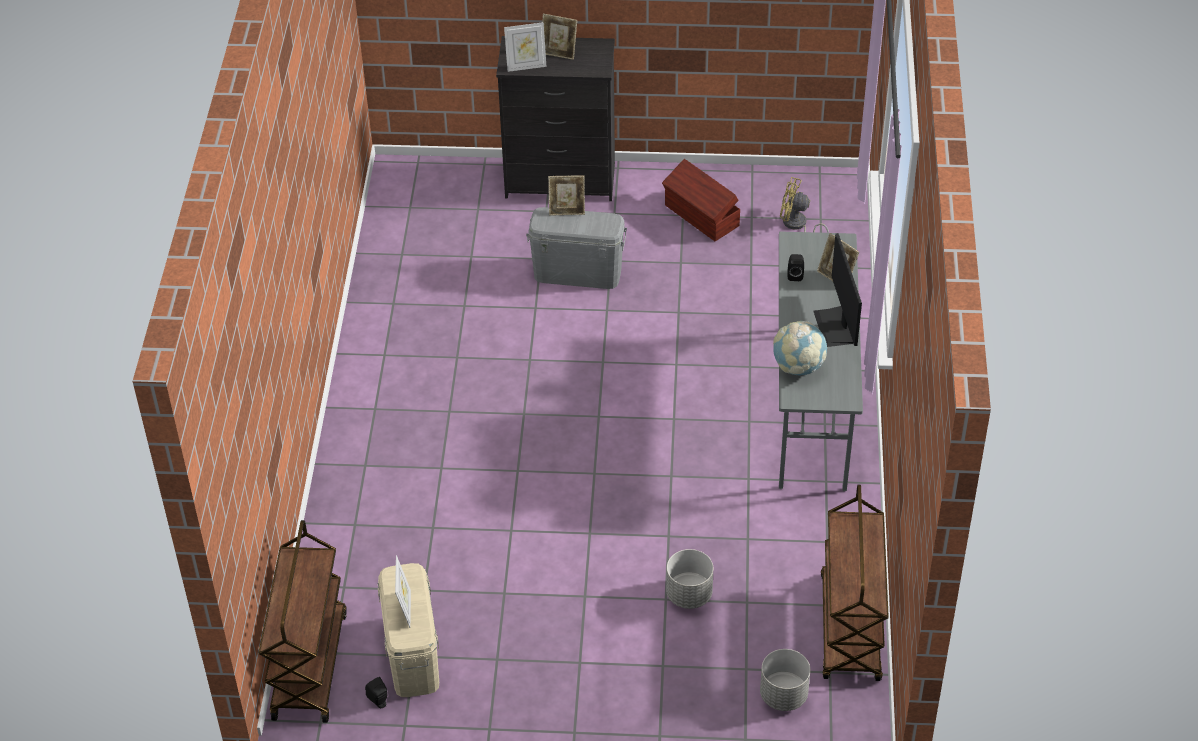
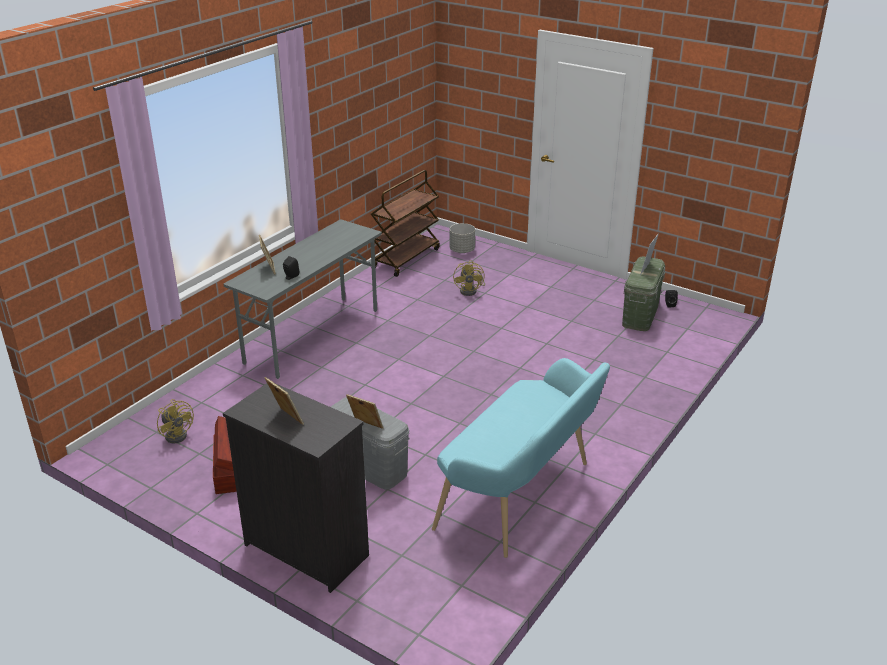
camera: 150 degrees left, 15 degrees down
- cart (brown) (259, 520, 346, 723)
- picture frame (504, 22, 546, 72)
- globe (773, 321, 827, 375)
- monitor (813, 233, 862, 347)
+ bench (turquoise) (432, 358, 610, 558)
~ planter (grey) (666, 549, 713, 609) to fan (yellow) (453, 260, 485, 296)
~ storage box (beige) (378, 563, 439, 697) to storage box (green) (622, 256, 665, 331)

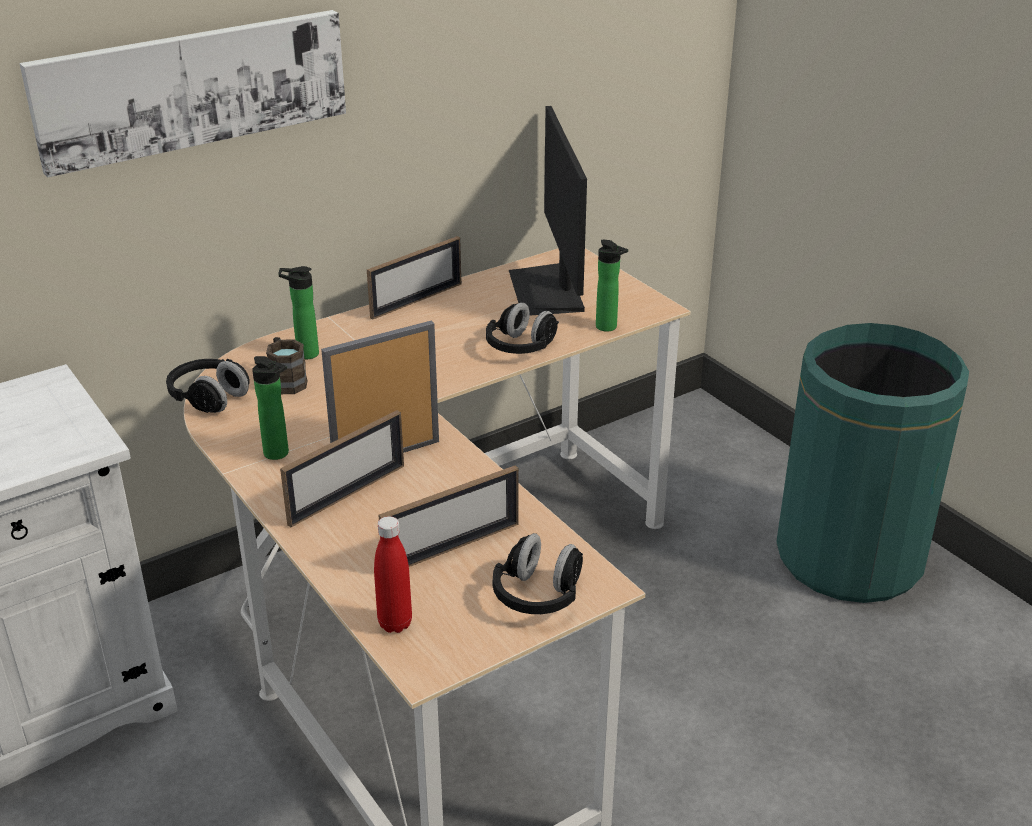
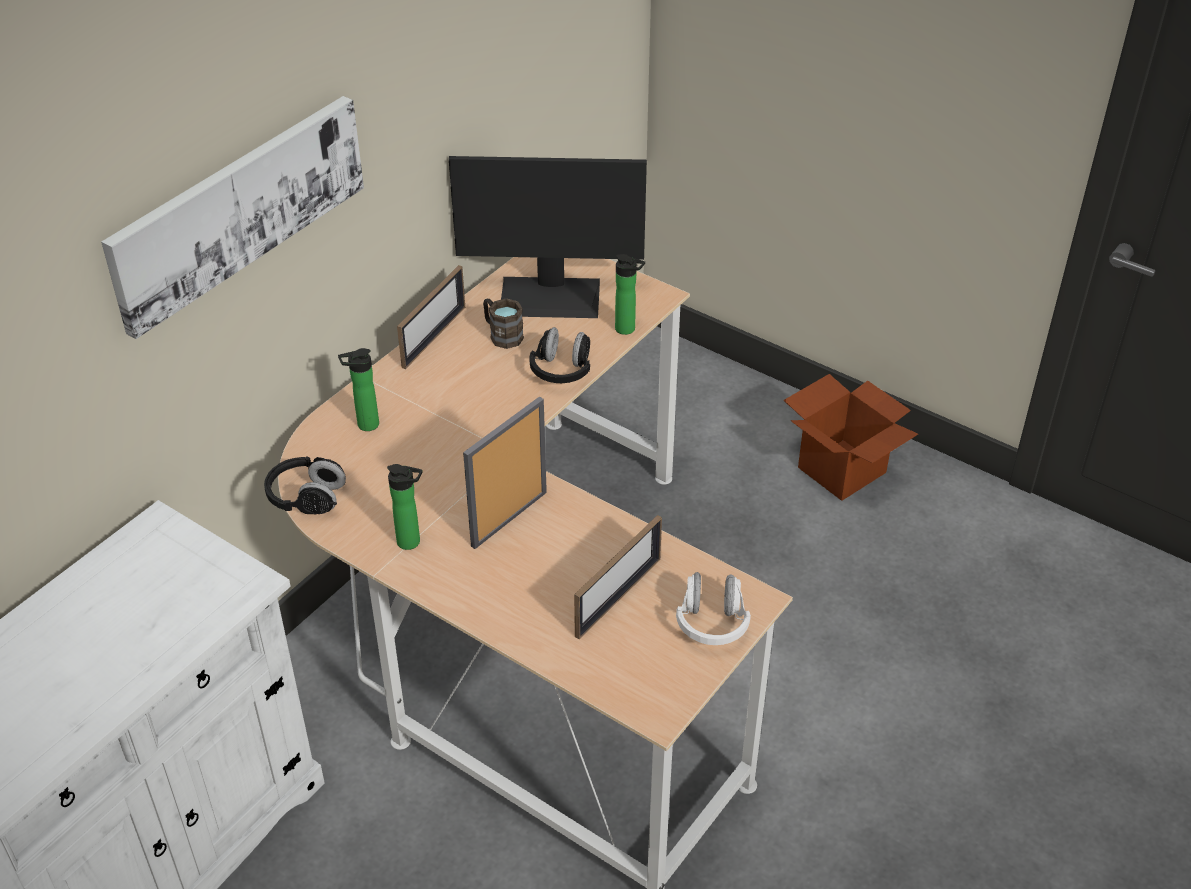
camera: 20 degrees left, 10 degrees up
- picture frame (280, 410, 404, 527)
- bottle (red) (374, 516, 412, 633)
~ mug (brown) (266, 337, 308, 394) to (483, 298, 524, 349)
~ trash can (green) (776, 323, 969, 603) to cardboard box (783, 374, 918, 501)
~ headphones (black) (493, 533, 583, 614) to headphones (white) (676, 572, 751, 645)
~ monitor (509, 106, 587, 315) = (449, 156, 647, 318) 60 degrees counterclockwise

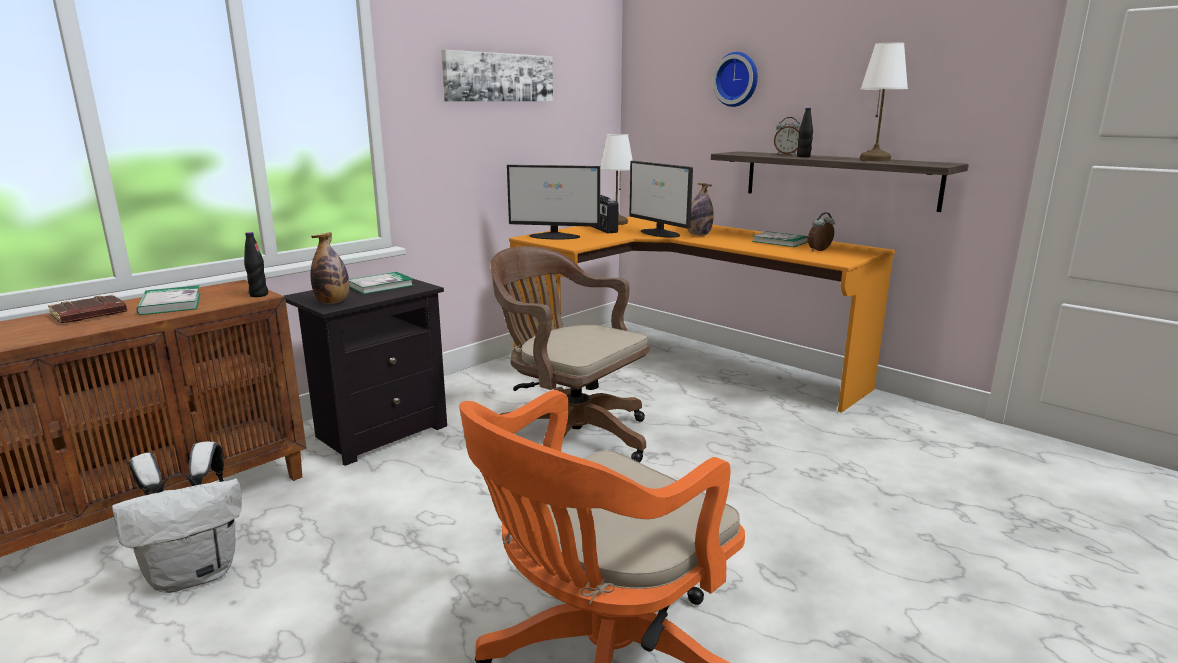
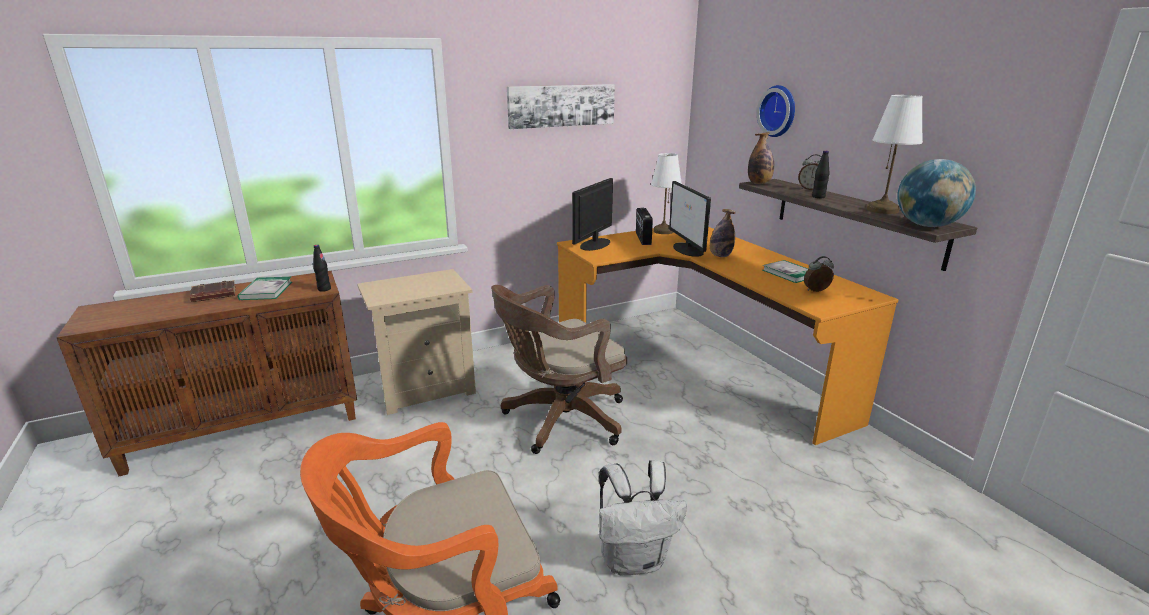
camera: 20 degrees right, 5 degrees up
- book (349, 272, 414, 294)
+ globe (897, 159, 976, 227)
~ backpack (white) (112, 442, 242, 593) to (599, 460, 687, 576)
~ bottle (310, 232, 349, 304) to (748, 132, 774, 184)
~ nightstand (black) (284, 279, 447, 466) to nightstand (beige) (357, 269, 476, 415)
~ office chair (brown) (491, 246, 650, 463) = (491, 285, 627, 454) 90 degrees counterclockwise
~ monitor (507, 165, 600, 240) = (572, 178, 613, 251) 90 degrees clockwise

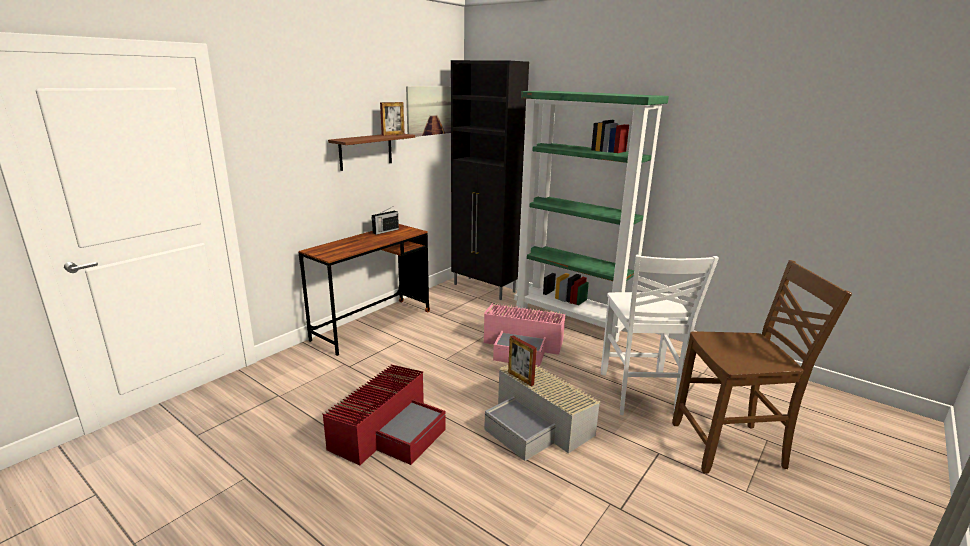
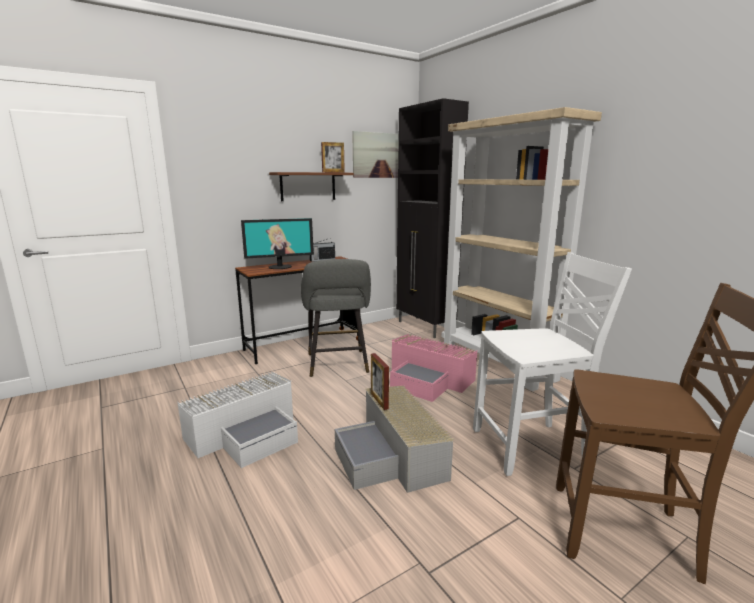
camera: 20 degrees right, 5 degrees down
+ monitor (241, 218, 314, 269)
+ stool (grey) (301, 259, 371, 377)
~ storage box (red) (322, 364, 446, 465) to storage box (white) (177, 371, 298, 468)
~ bookcase (green) (514, 91, 669, 343) to bookcase (beige) (442, 107, 602, 391)
~ chair (white) (601, 255, 719, 415) = (473, 252, 632, 476) 120 degrees counterclockwise

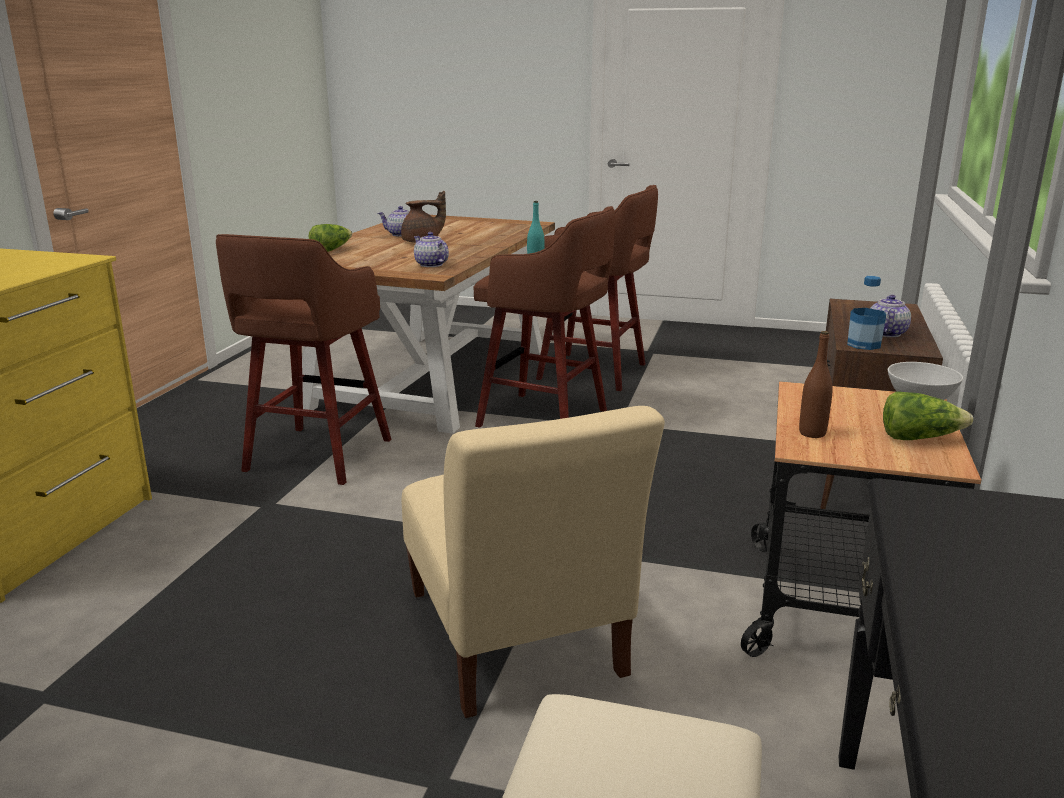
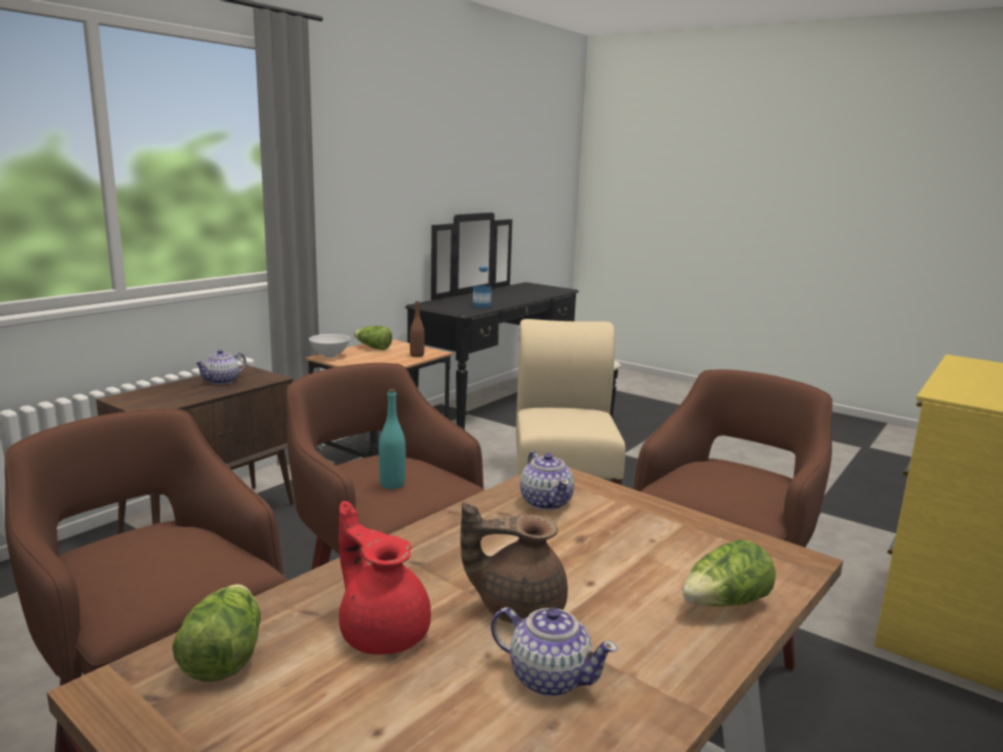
camera: 160 degrees left, 5 degrees down
+ lettuce (172, 584, 261, 682)
+ teapot (red) (339, 501, 431, 655)
~ bottle (847, 276, 886, 350) to (473, 267, 492, 308)

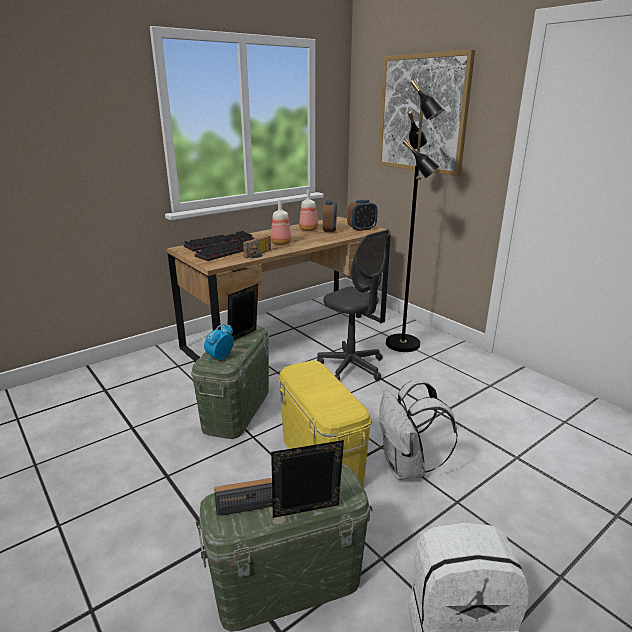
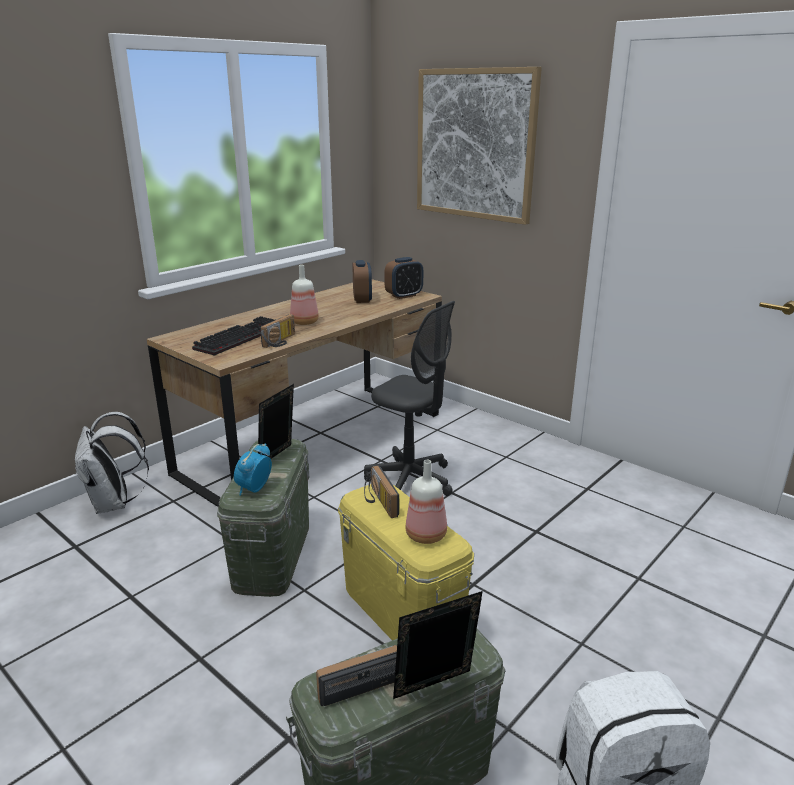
camera: 10 degrees left, 0 degrees up
- keyboard (184, 231, 254, 251)
- floor lamp (black) (386, 80, 445, 352)
+ radio (364, 465, 399, 518)
~ bottle (299, 190, 318, 231) to (406, 460, 447, 544)
~ backpack (white) (379, 379, 458, 480) to (75, 412, 149, 514)

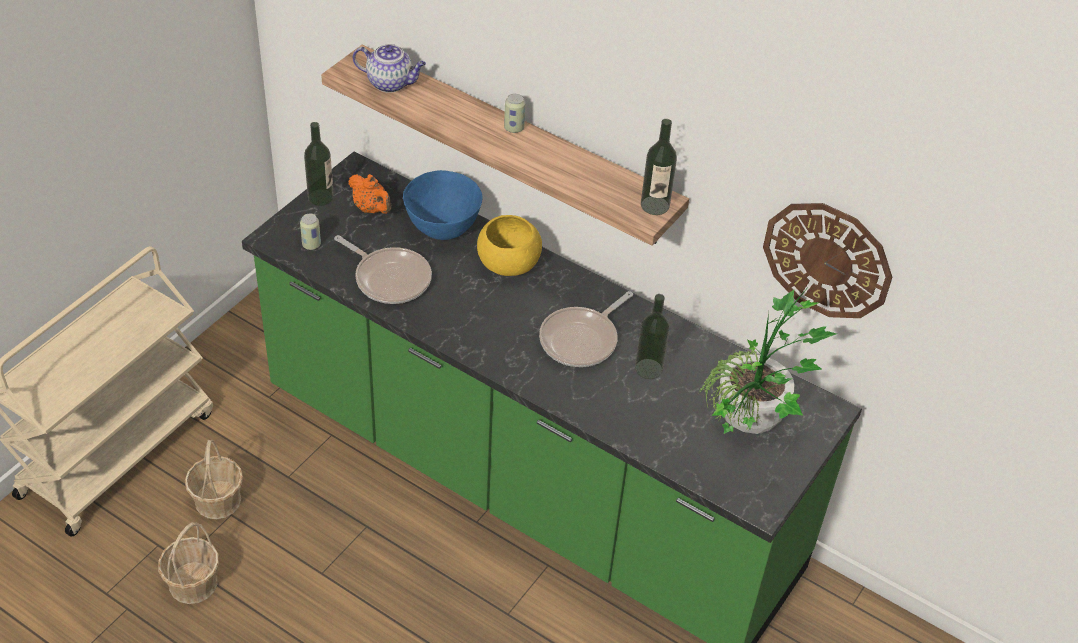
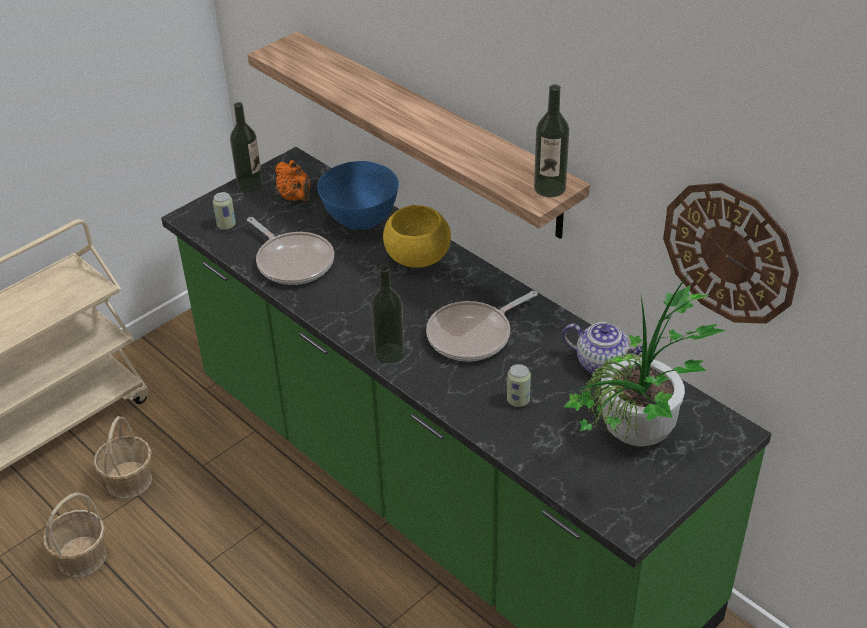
camera: 15 degrees right, 5 degrees down
~ teapot (353, 44, 426, 93) to (562, 322, 642, 375)
~ can (504, 94, 525, 133) to (507, 364, 531, 407)
~ bottle (635, 294, 670, 379) to (371, 265, 405, 363)

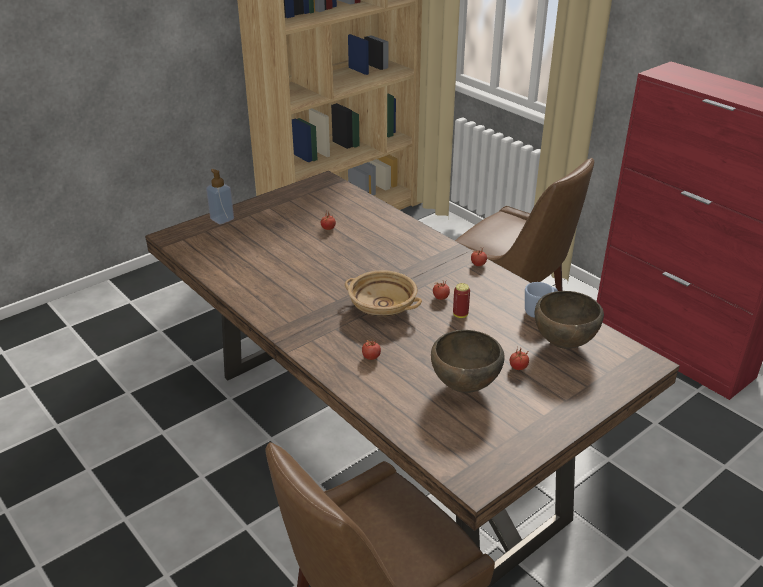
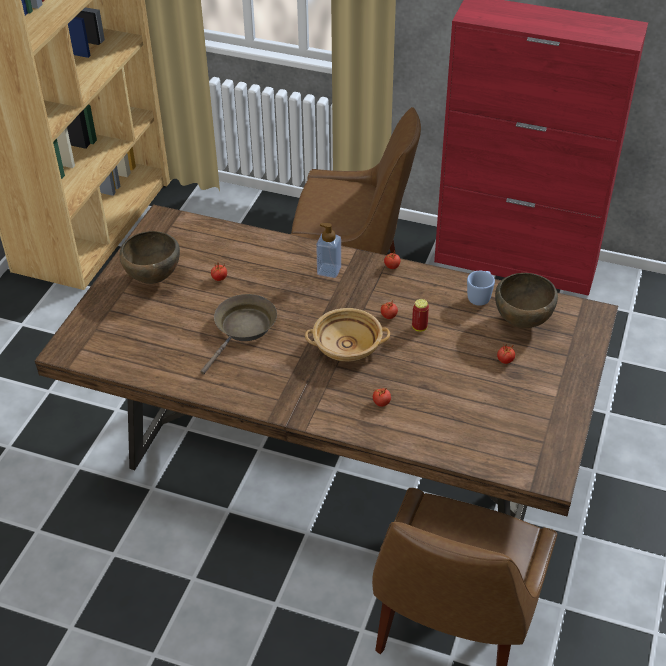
camera: 30 degrees left, 10 degrees up
+ frying pan (brown) (200, 294, 277, 375)
~ soap dispenser (206, 169, 234, 225) to (316, 223, 341, 278)
~ bowl (brown) (431, 330, 505, 393) to (119, 231, 180, 284)

